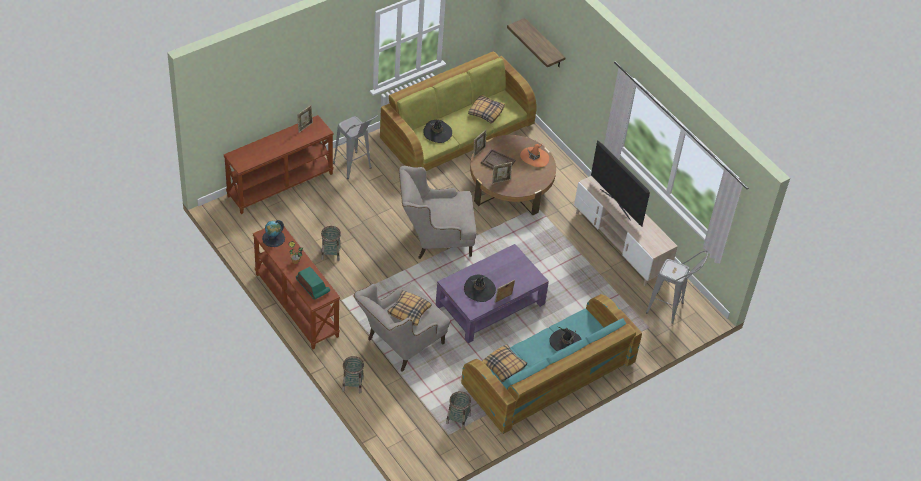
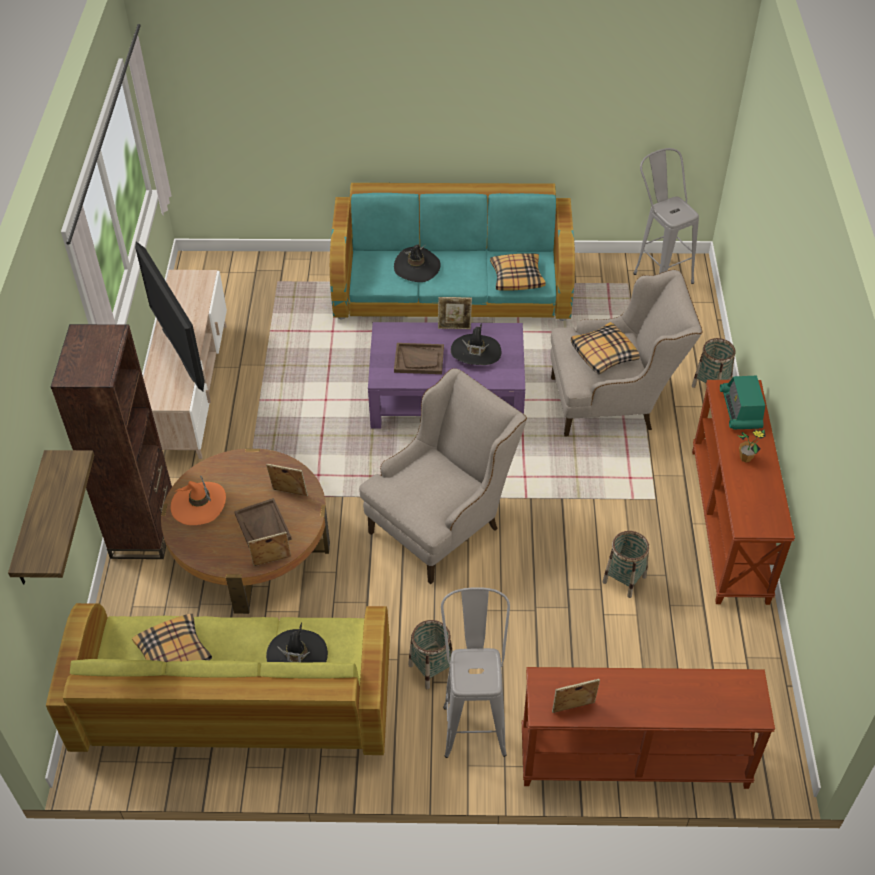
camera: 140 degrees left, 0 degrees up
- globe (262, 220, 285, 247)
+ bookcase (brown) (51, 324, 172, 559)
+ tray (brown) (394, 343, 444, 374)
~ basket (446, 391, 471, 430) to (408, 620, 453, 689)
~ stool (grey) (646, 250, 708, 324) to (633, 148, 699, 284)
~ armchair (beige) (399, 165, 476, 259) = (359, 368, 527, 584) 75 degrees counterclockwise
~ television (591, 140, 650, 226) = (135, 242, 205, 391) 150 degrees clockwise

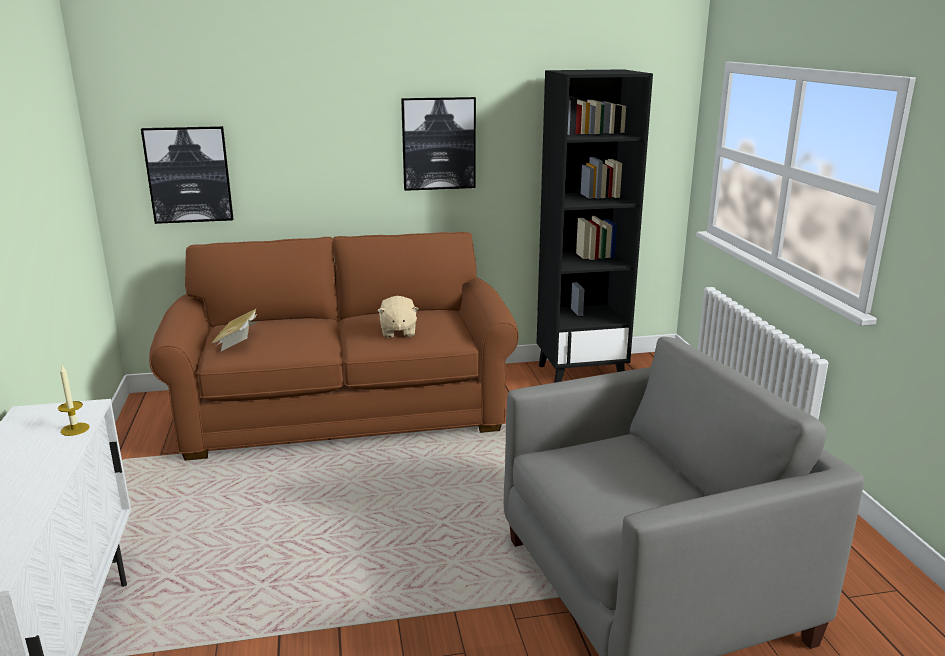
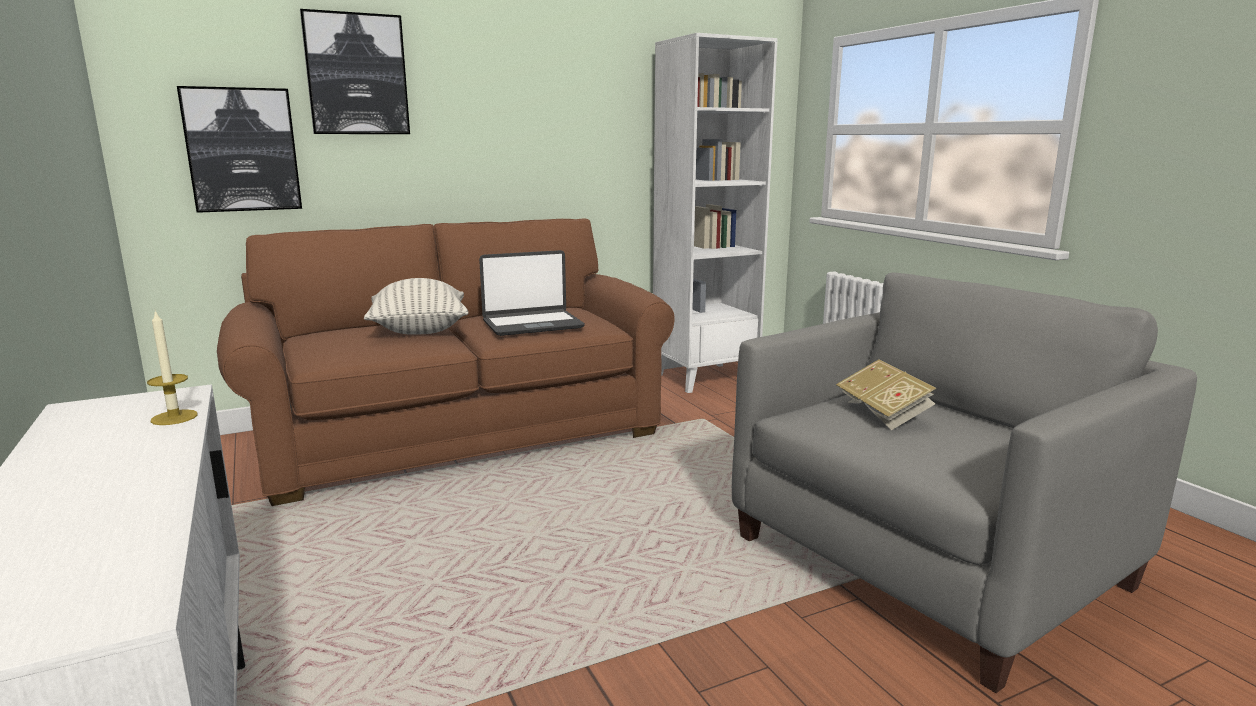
camera: 15 degrees left, 5 degrees down
+ pillow (364, 278, 469, 335)
~ book (211, 309, 260, 351) to (836, 359, 936, 430)
~ picture (401, 97, 476, 191) to (300, 9, 410, 134)
~ plush toy (beige) (378, 296, 419, 338) to laptop (479, 250, 585, 336)
~ bookcase (black) (537, 69, 653, 383) to bookcase (white) (653, 33, 778, 393)

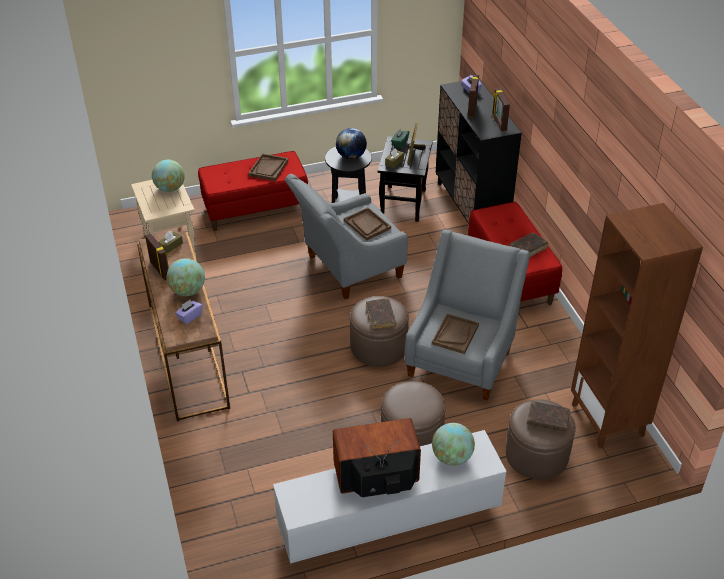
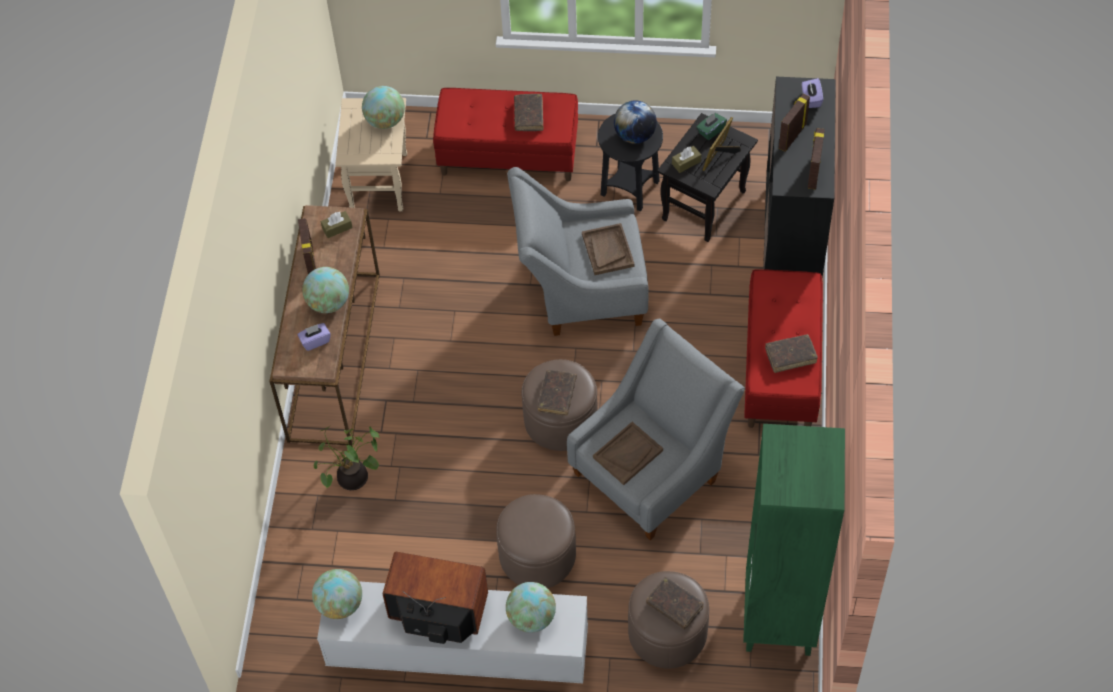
camera: 25 degrees right, 15 degrees up
+ globe (312, 569, 362, 619)
+ potted plant (313, 426, 380, 490)
~ tray (brown) (249, 153, 288, 181) to book (brown) (514, 94, 543, 131)
~ bookcase (brown) (571, 203, 703, 448) to bookcase (green) (743, 424, 845, 656)

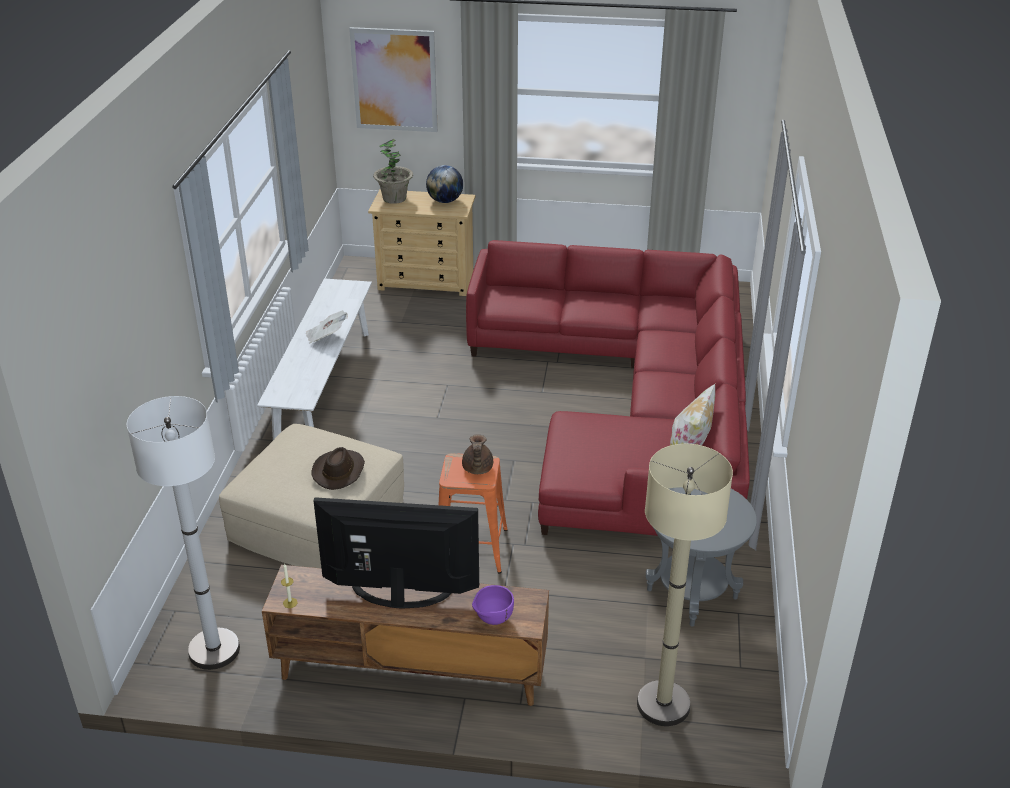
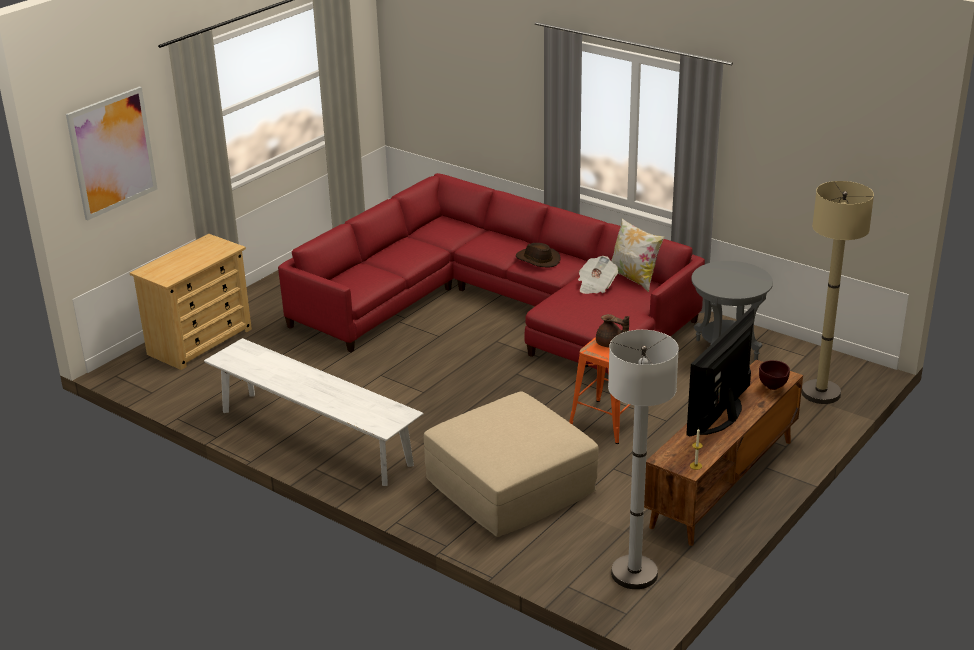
camera: 60 degrees left, 5 degrees down
- potted plant (373, 139, 413, 204)
- globe (426, 165, 463, 203)
~ newspaper (306, 310, 348, 343) to (578, 256, 618, 294)
~ hat (brown) (311, 447, 365, 490) to (516, 243, 561, 267)
~ bowl (purple) (472, 585, 514, 625) to bowl (brown) (759, 360, 790, 390)

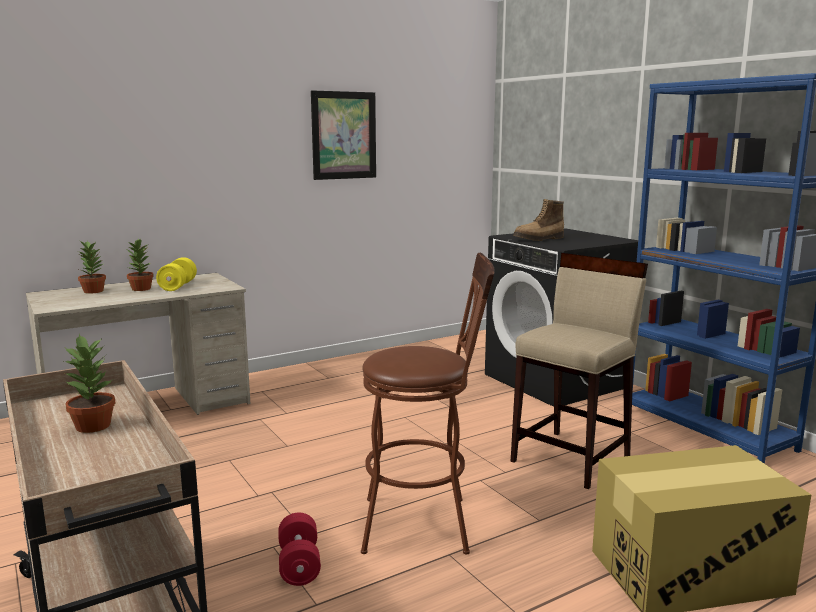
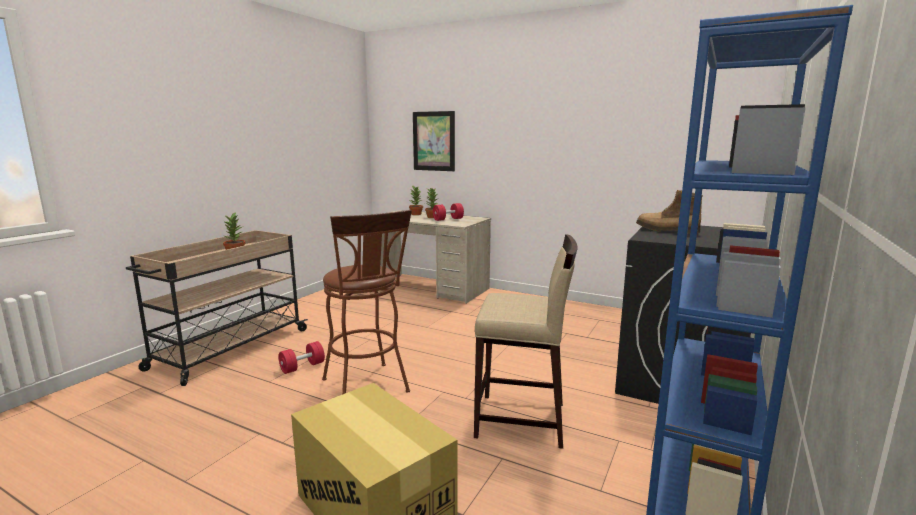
camera: 60 degrees right, 0 degrees up
~ picture (311, 91, 376, 180) to (413, 111, 455, 171)
~ dumbbell (yellow) (156, 257, 197, 291) to dumbbell (red) (433, 203, 464, 221)

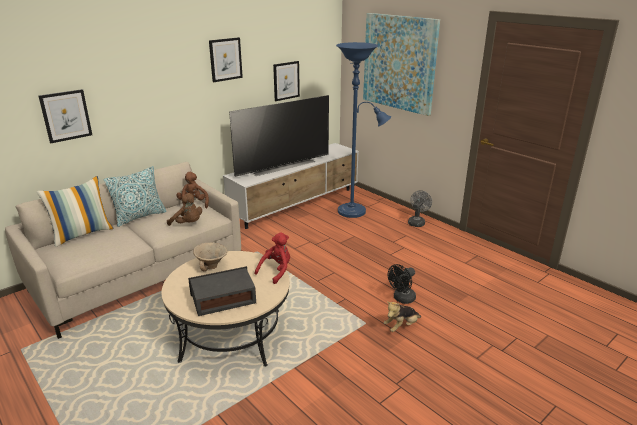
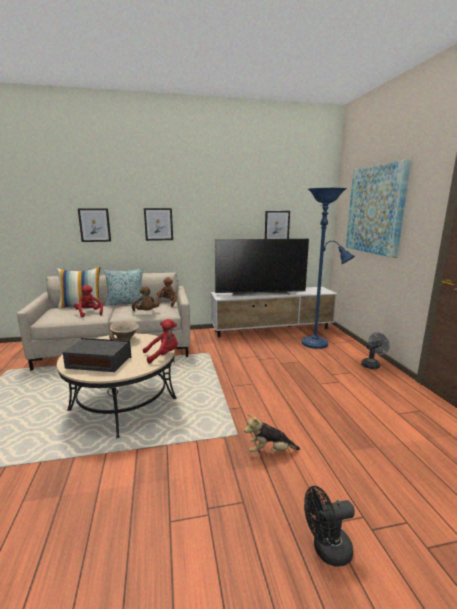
camera: 30 degrees right, 10 degrees down
+ plush toy (red) (74, 285, 103, 318)
~ picture (209, 37, 243, 82) to (144, 208, 173, 241)
~ fan (black) (388, 264, 416, 304) to (304, 486, 355, 567)

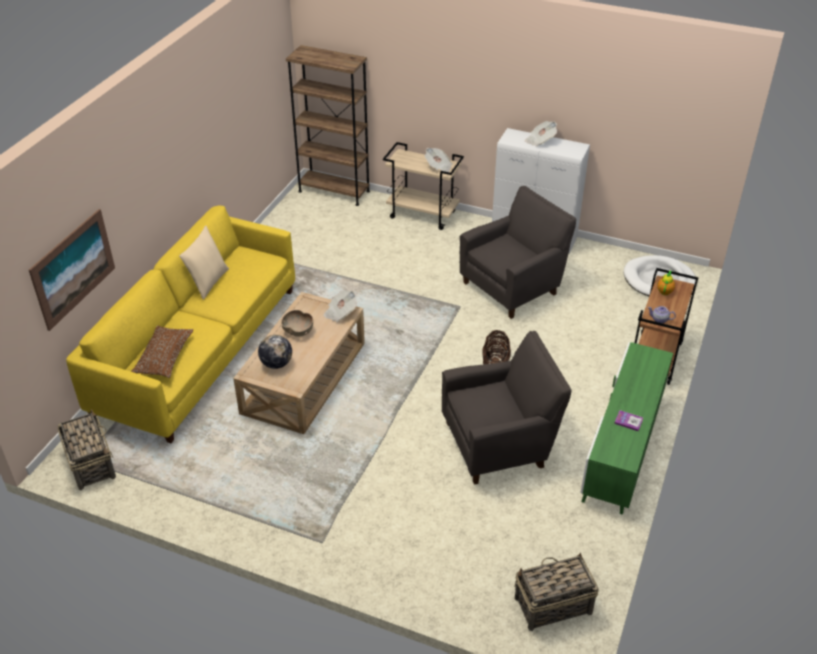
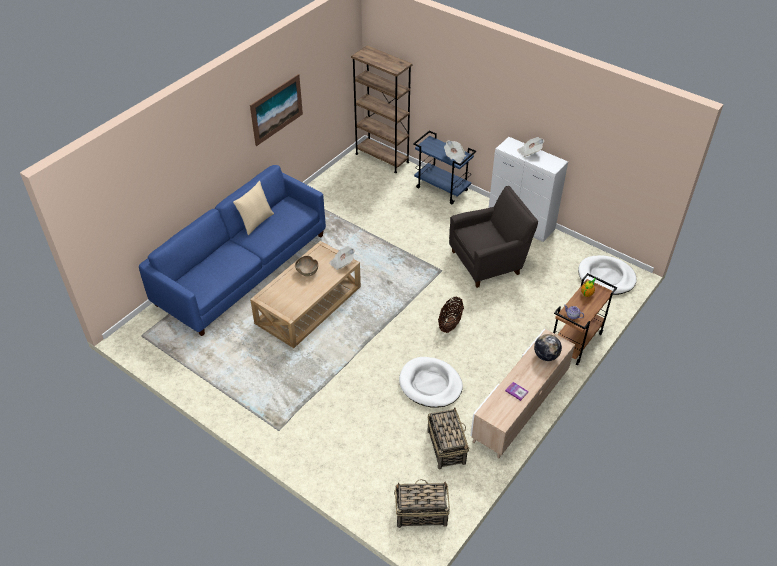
camera: 15 degrees right, 5 degrees up
- pillow (brown) (131, 326, 193, 378)
~ picture (29, 209, 115, 331) to (250, 74, 303, 146)
~ basket (58, 410, 116, 490) to (427, 407, 469, 469)
~ globe (258, 335, 292, 369) to (534, 334, 562, 361)
~ armchair (grey) (442, 331, 571, 485) to dog bed (white) (399, 357, 463, 408)
~ sofa (yellow) (66, 206, 295, 443) to sofa (blue) (139, 165, 326, 336)
~ cart (beige) (383, 142, 464, 230) to cart (blue) (413, 130, 476, 204)
~ tv stand (green) (580, 342, 673, 515) to tv stand (beige) (470, 329, 575, 458)

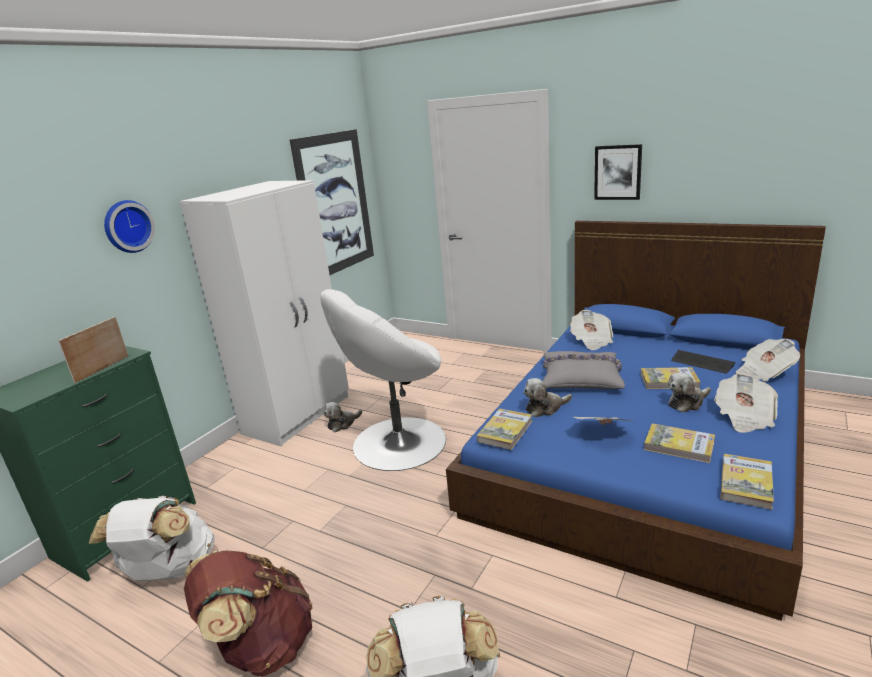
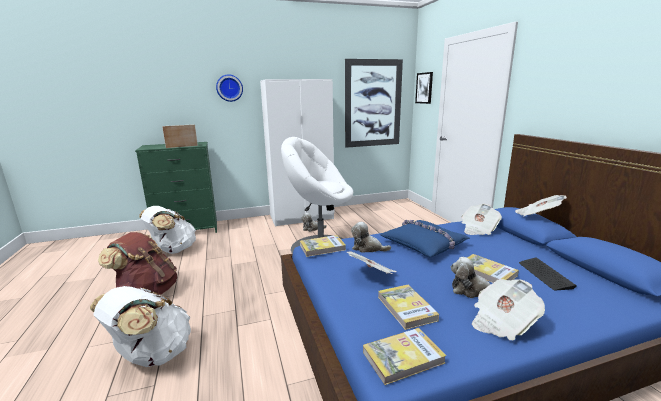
camera: 40 degrees right, 5 degrees down
~ picture (594, 144, 642, 200) to (415, 72, 433, 104)
~ newspaper (736, 339, 800, 382) to (515, 195, 567, 216)
~ pillow (grey) (543, 351, 625, 389) to pillow (blue) (380, 220, 470, 257)

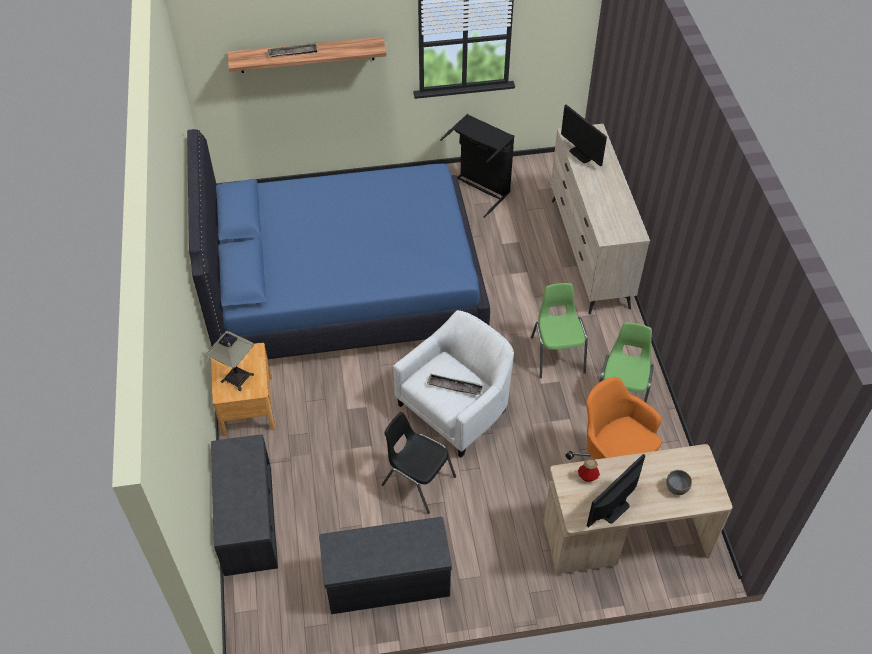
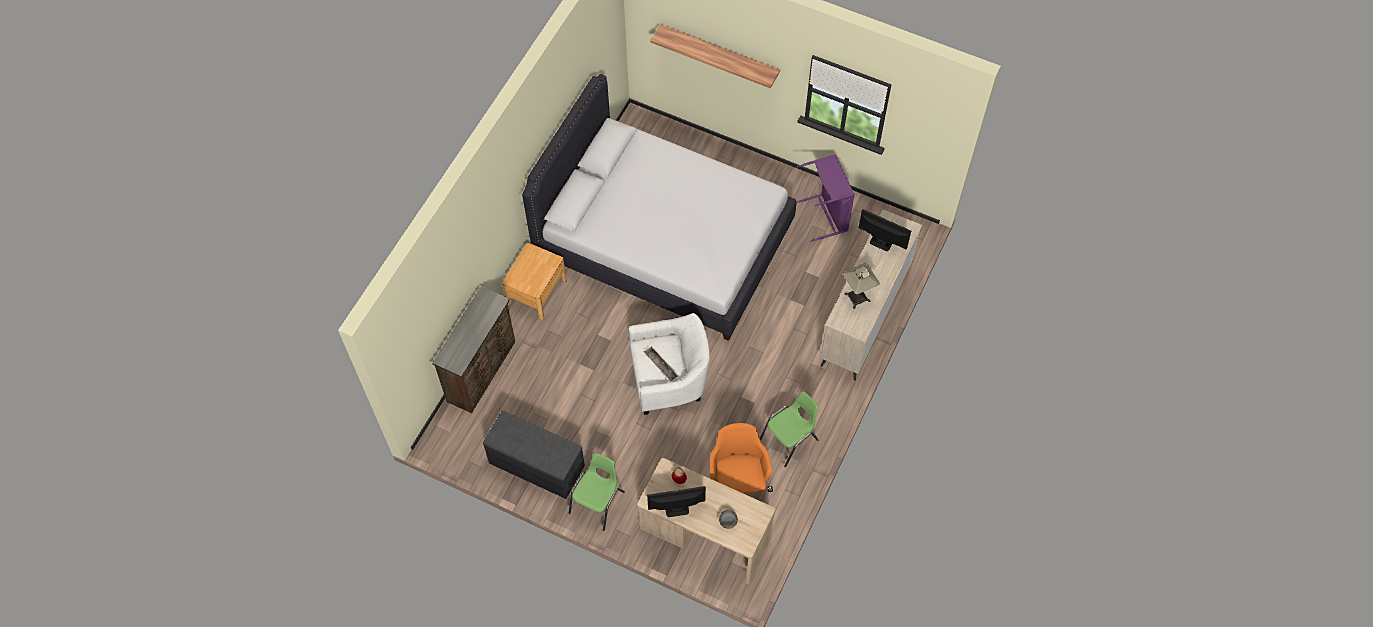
camera: 35 degrees right, 10 degrees up
- tray (267, 42, 318, 57)
- chair (black) (382, 412, 456, 514)
~ table lamp (206, 331, 254, 391) to (843, 263, 880, 309)
~ chair (green) (531, 283, 588, 379) to (569, 453, 625, 531)
~ bench (grey) (211, 435, 278, 576) to dresser (brown) (432, 286, 515, 413)
~ bed (blue) (187, 129, 490, 359) to bed (white) (522, 74, 796, 341)
~ laundry basket (black) (440, 114, 515, 218) to laundry basket (purple) (796, 154, 855, 242)
~ monitor (561, 104, 607, 167) = (858, 209, 911, 251) 120 degrees clockwise

